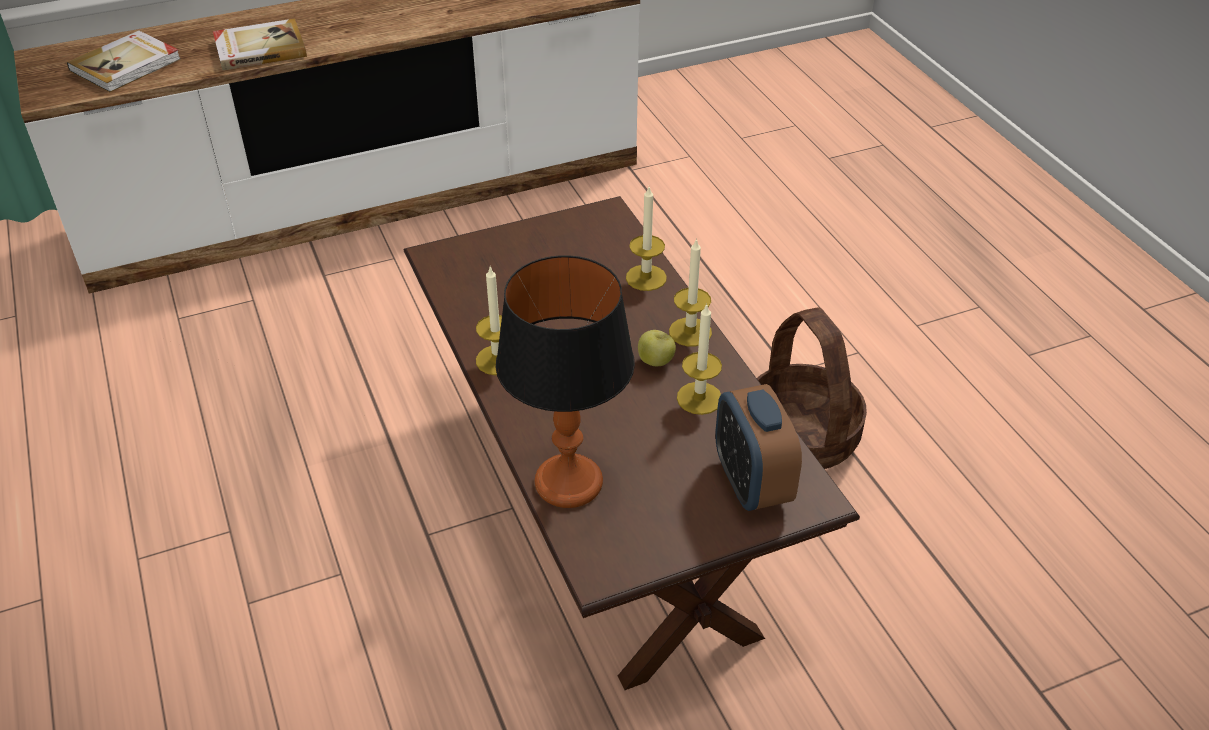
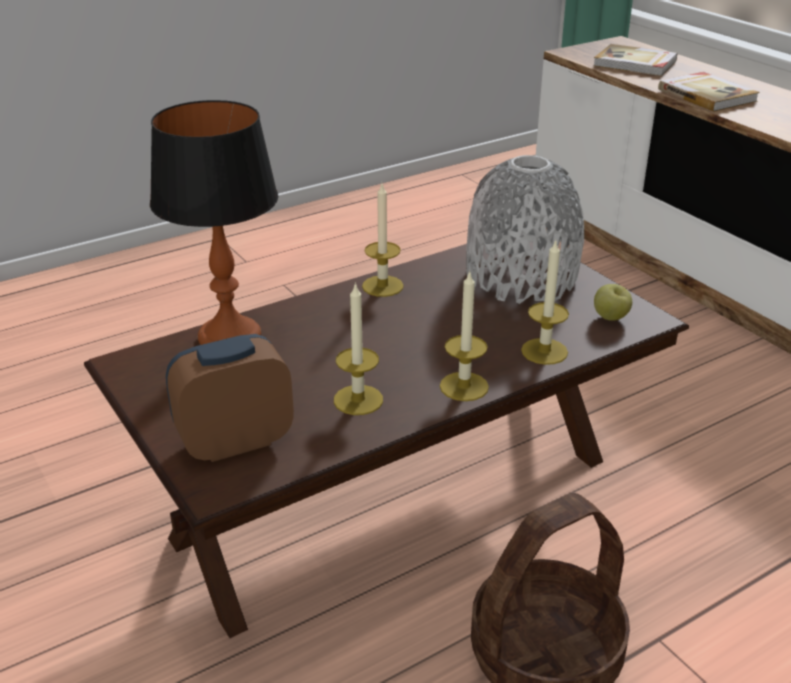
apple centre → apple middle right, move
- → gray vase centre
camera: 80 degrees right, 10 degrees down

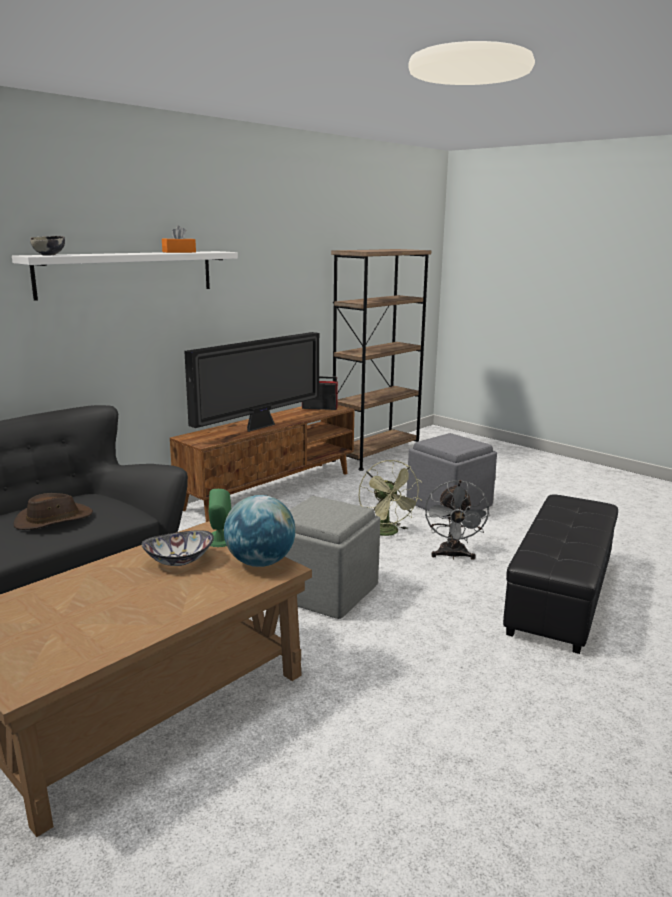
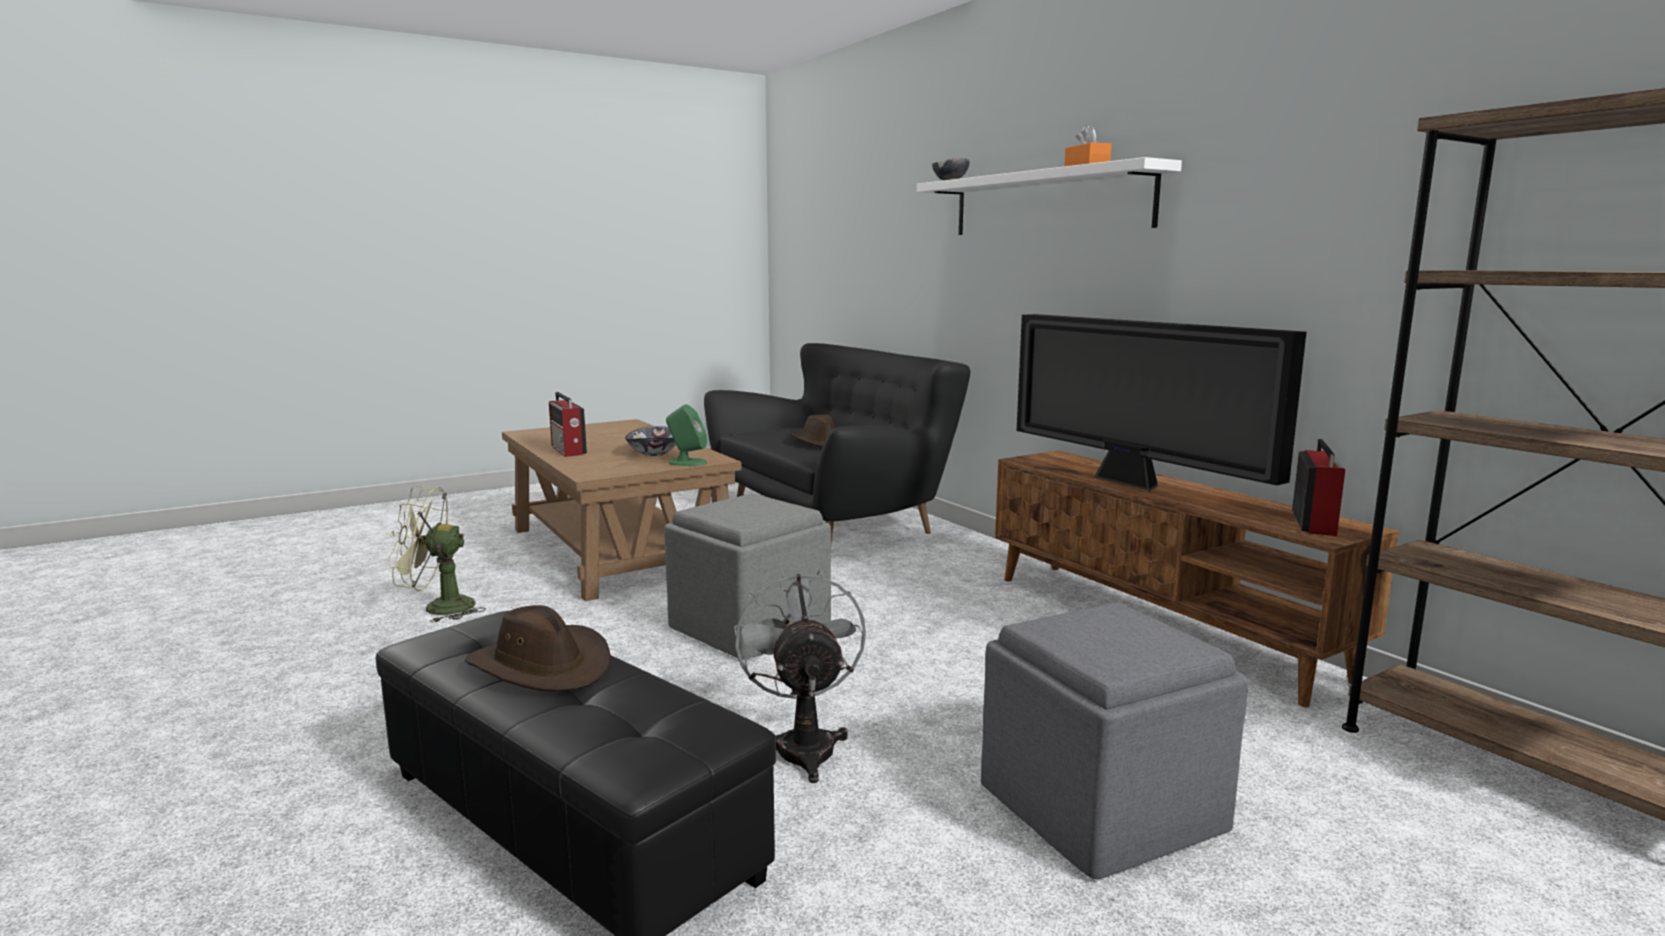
desk globe centre → -
green electric fan centre → green electric fan middle left, move
gray electric fan middle right → gray electric fan bottom centre, 60 degrees clockwise
- → brownish clothing hat (1st from left) bottom left
- → radio receiver (1st from left) centre
camera: 105 degrees right, 5 degrees down

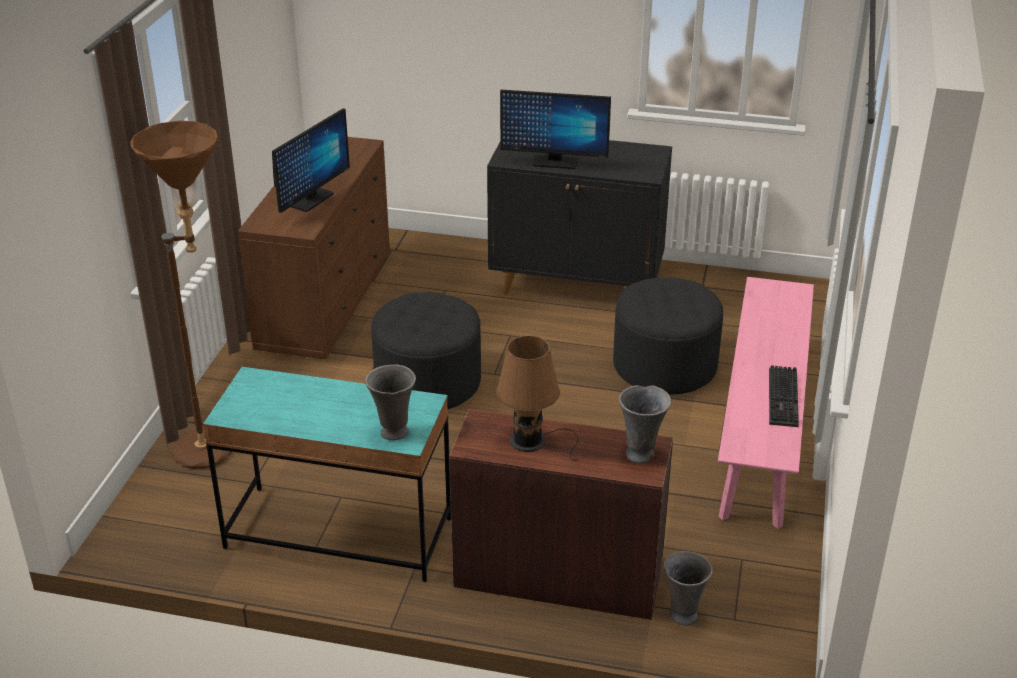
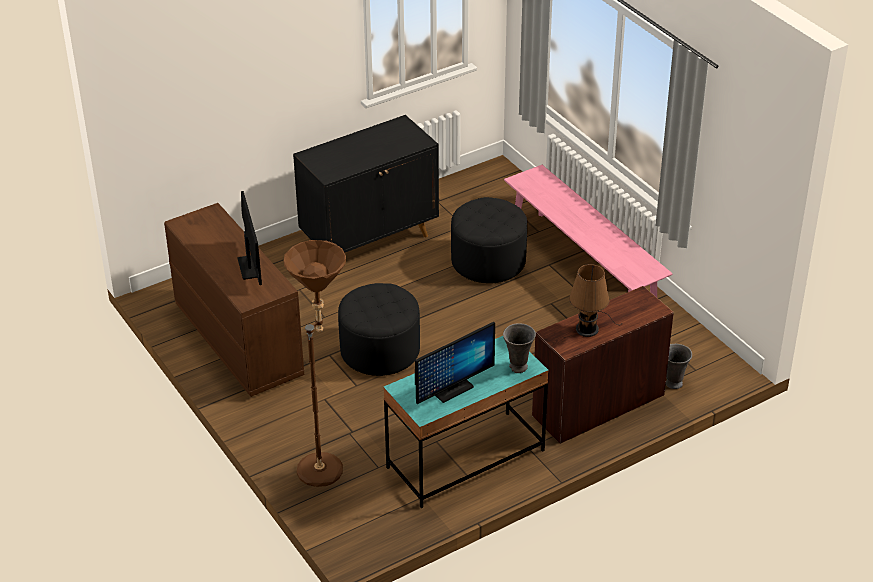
monitor (2nd from left) top centre → monitor (2nd from left) centre, move
gray vase (2nd from left) centre → -
keyboard middle right → -
camera: 45 degrees left, 5 degrees up

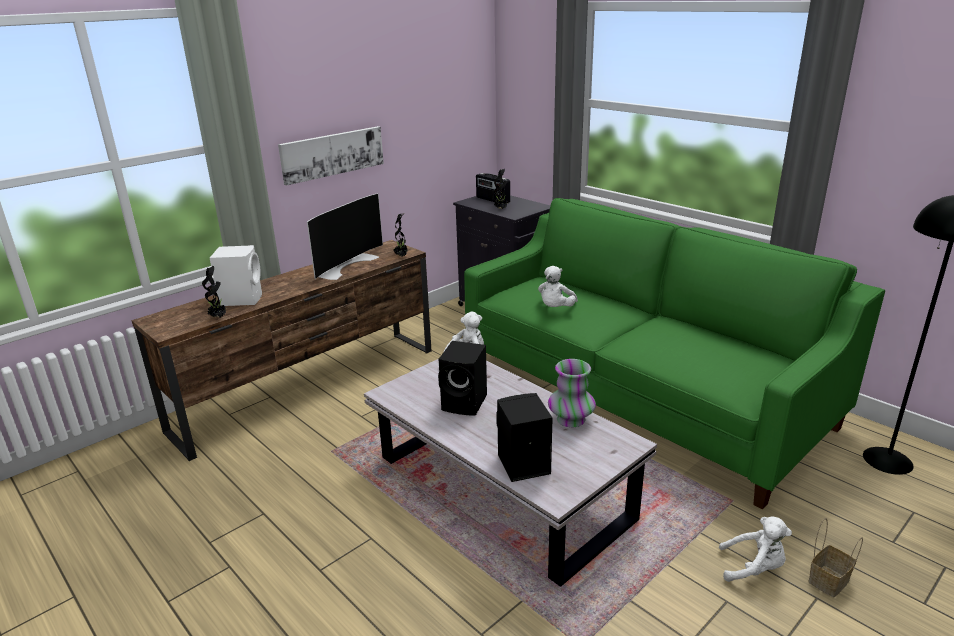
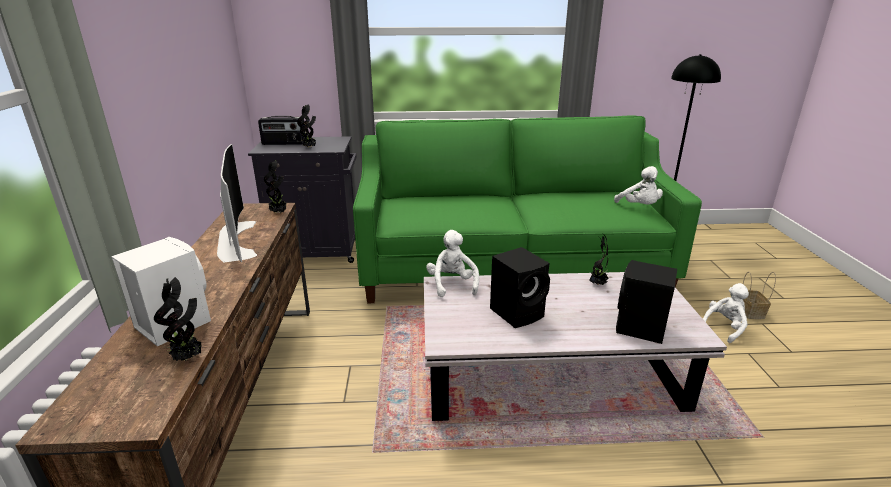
wall picture top centre → -
white-coloured cuddly toy (2nd from left) centre → white-coloured cuddly toy (2nd from left) middle right, move
vase centre → potted plant (4th from left) middle right
camera: 50 degrees left, 0 degrees up

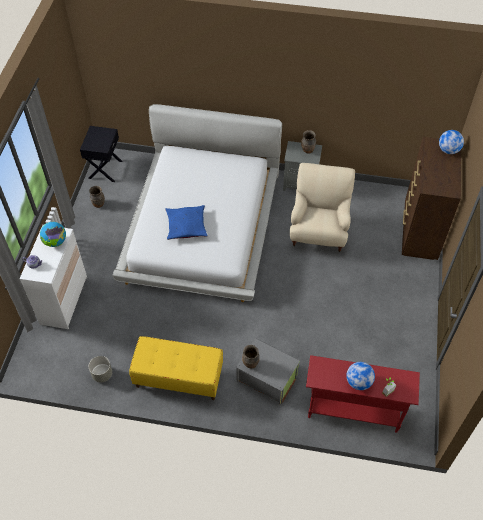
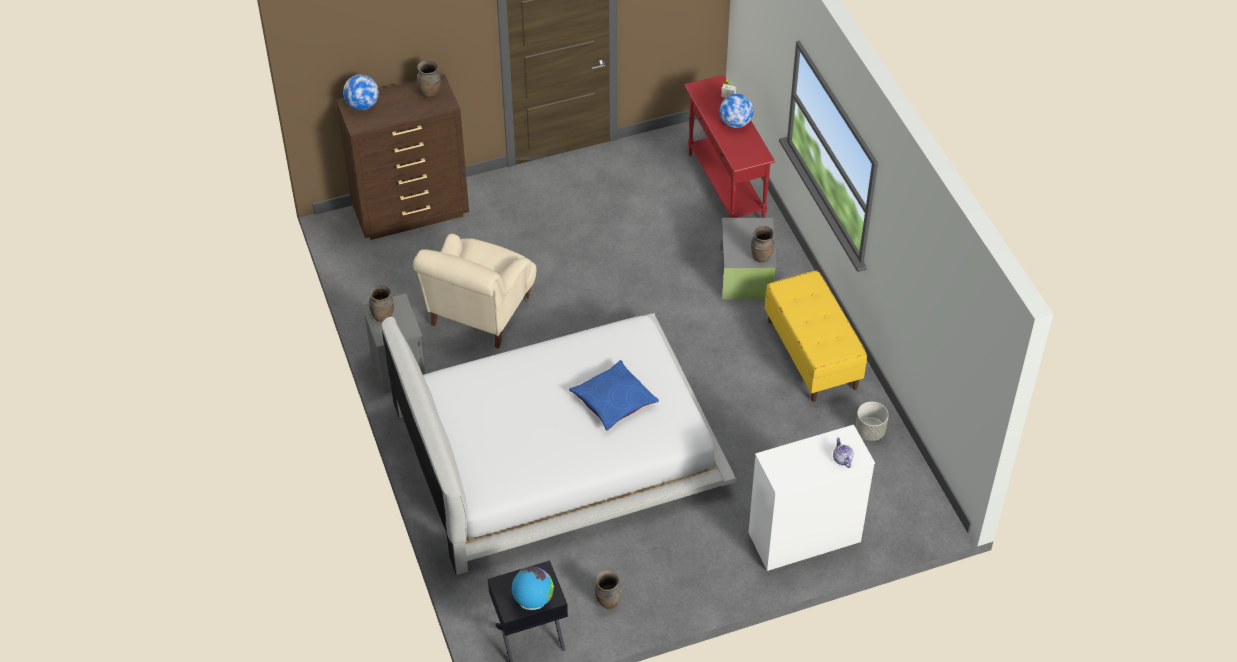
desk globe (1st from left in the first image) middle left → desk globe (2nd from left) bottom centre, move
beige-coloured armchair middle right → beige-coloured armchair centre, 45 degrees counterclockwise
- → brownish vase (2nd from left) top centre
camera: 120 degrees left, 5 degrees down

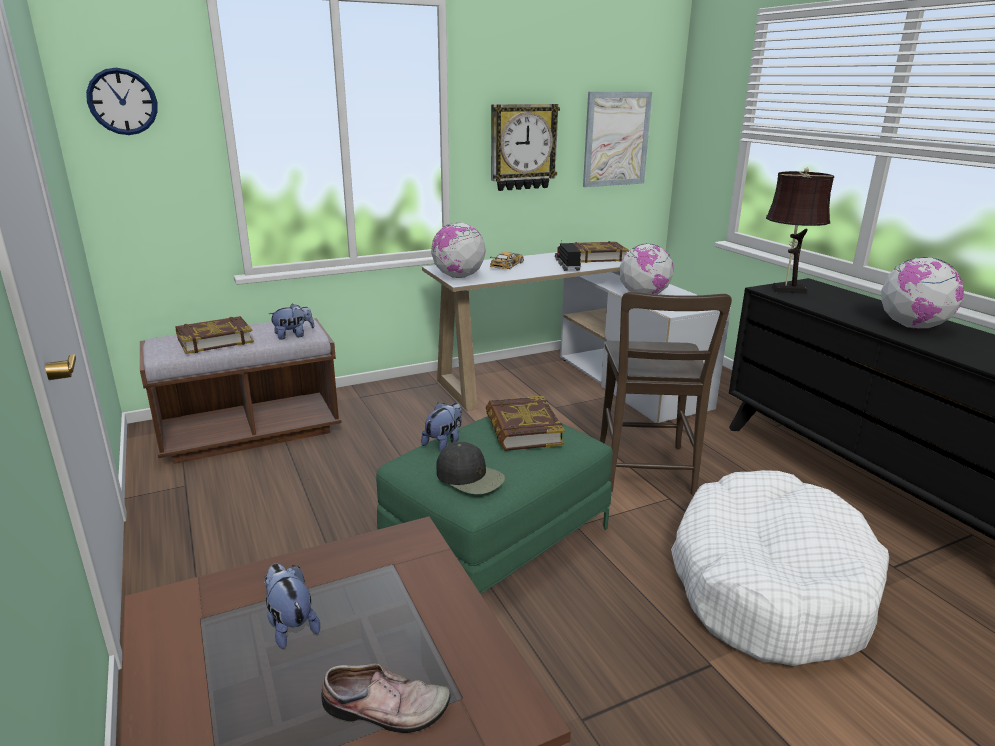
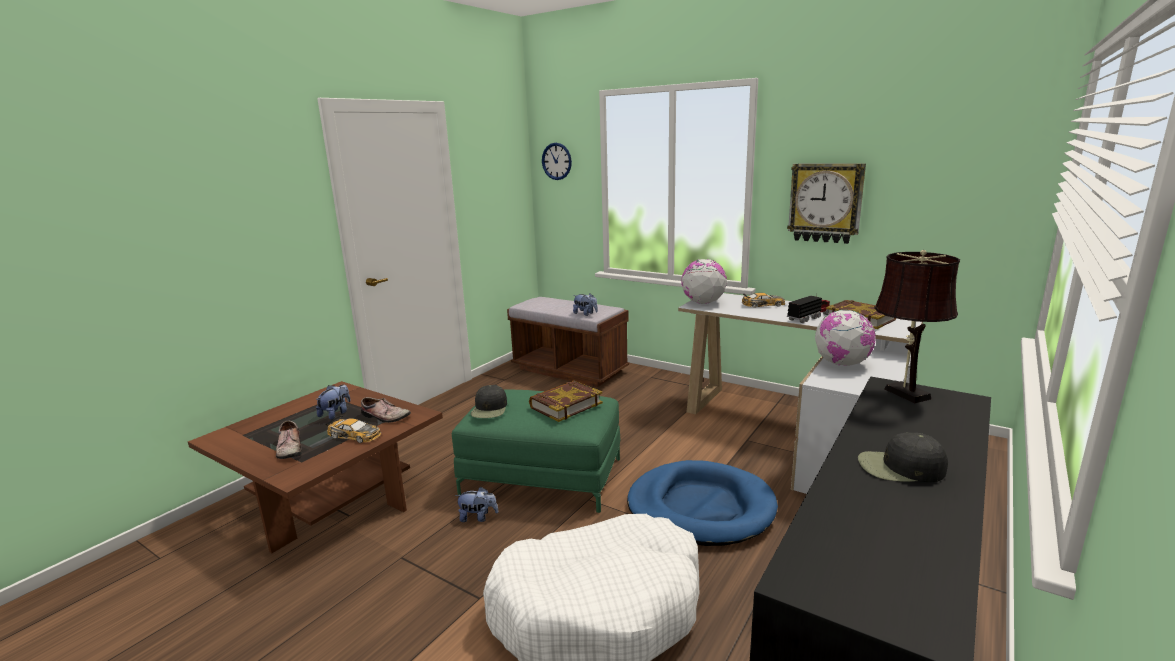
bound book (1st from left) middle left → -
cuddly toy (3rd from left in the first image) centre → cuddly toy (2nd from left) bottom centre, move
wall picture top centre → -
brownish chair middle right → blue-coloured dog bed bottom centre
desk globe (3rd from left) middle right → black baseball cap (2nd from left) bottom right
- → miniature car (1st from left) middle left
- → low shoe (2nd from left) middle left
camera: 60 degrees right, 5 degrees down

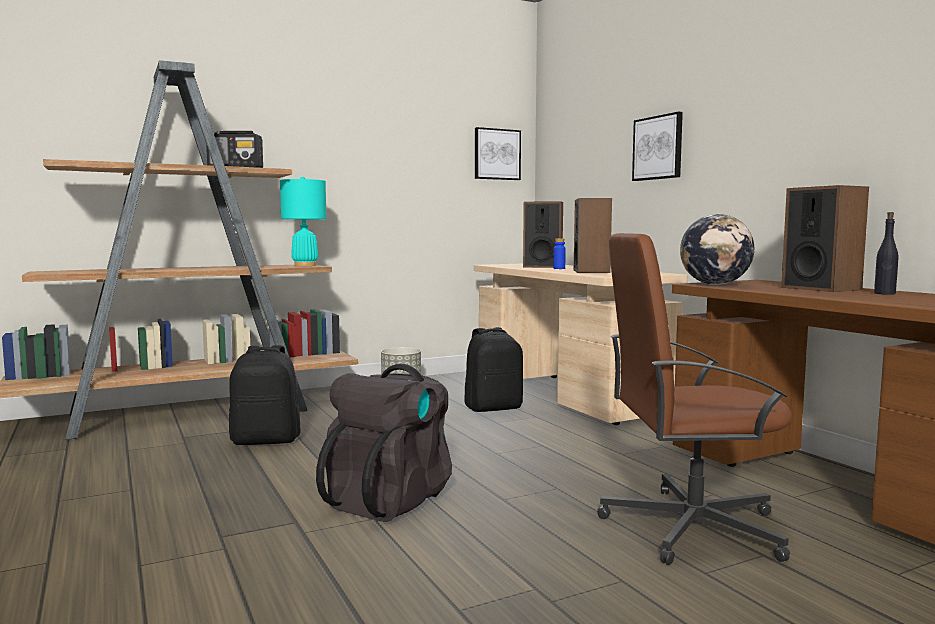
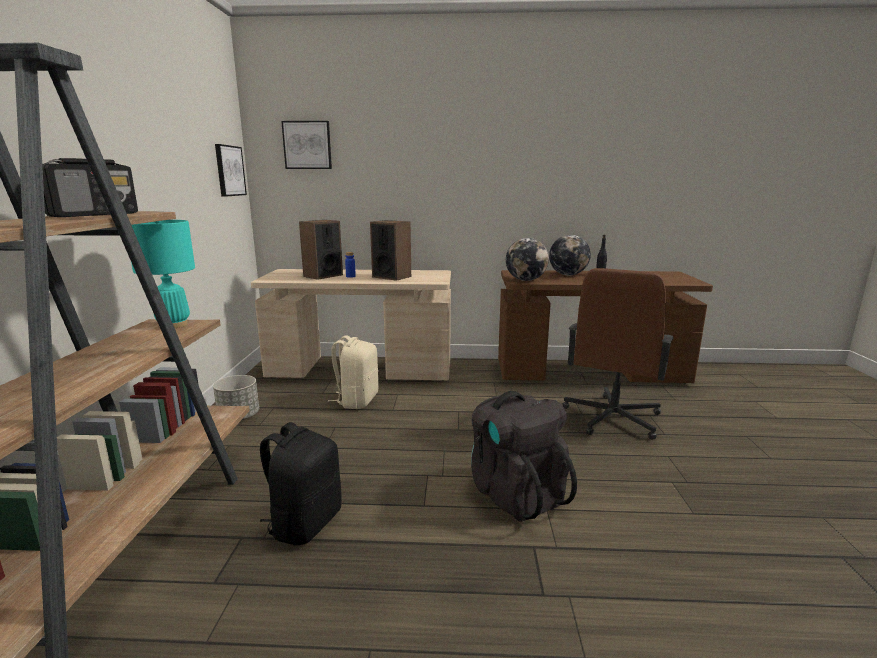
black knapsack (3rd from left) centre → beige-coloured knapsack centre
wall picture (2nd from left) top right → wall picture (2nd from left) top centre, move
loudspeaker (3rd from left) middle right → desk globe (2nd from left) centre
camera: 60 degrees left, 10 degrees up

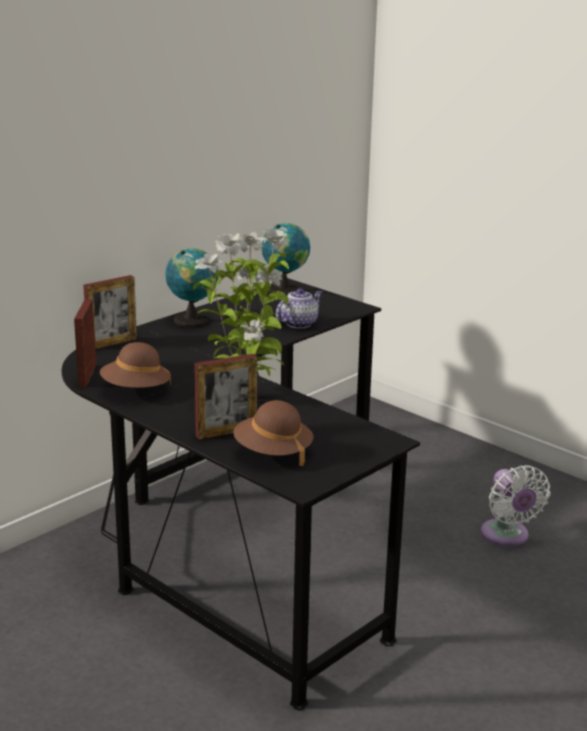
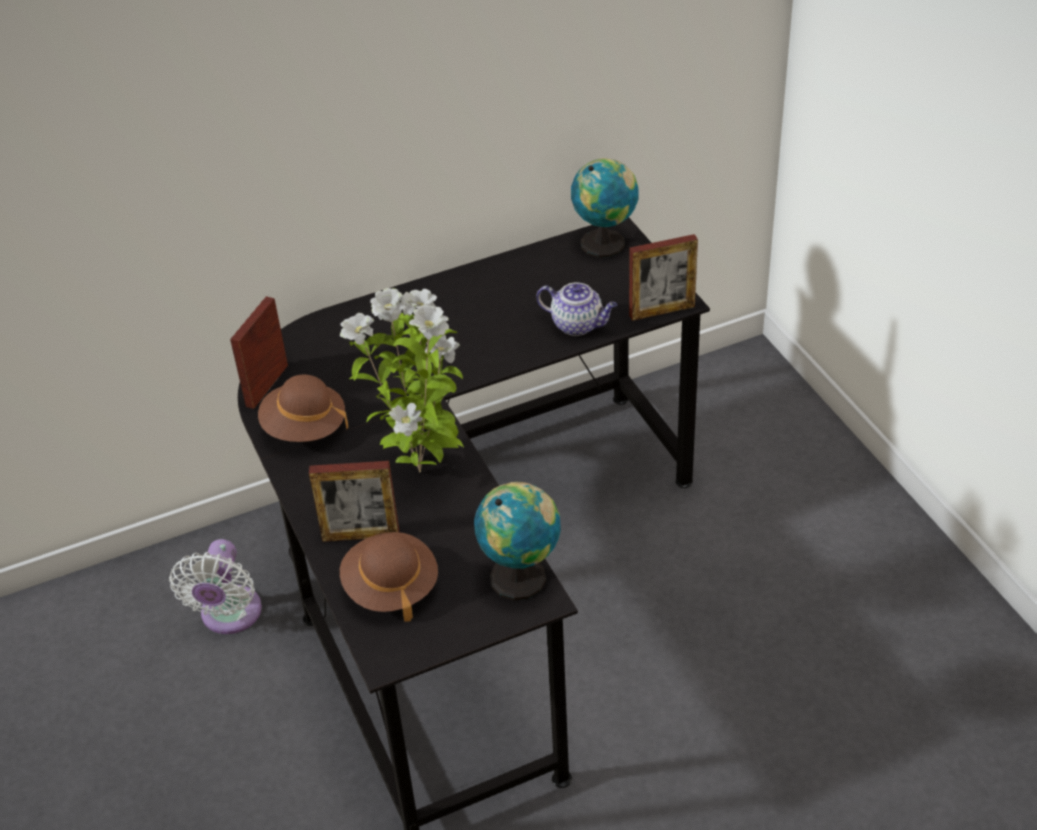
standing frame (2nd from left in the first image) middle left → standing frame (3rd from left) centre, move
desk globe (1st from left) middle left → desk globe (1st from left) centre, move
tea pot centre, 45 degrees clockwise
white-coloured electric fan bottom right → white-coloured electric fan bottom left, move
camera: 25 degrees right, 20 degrees up

